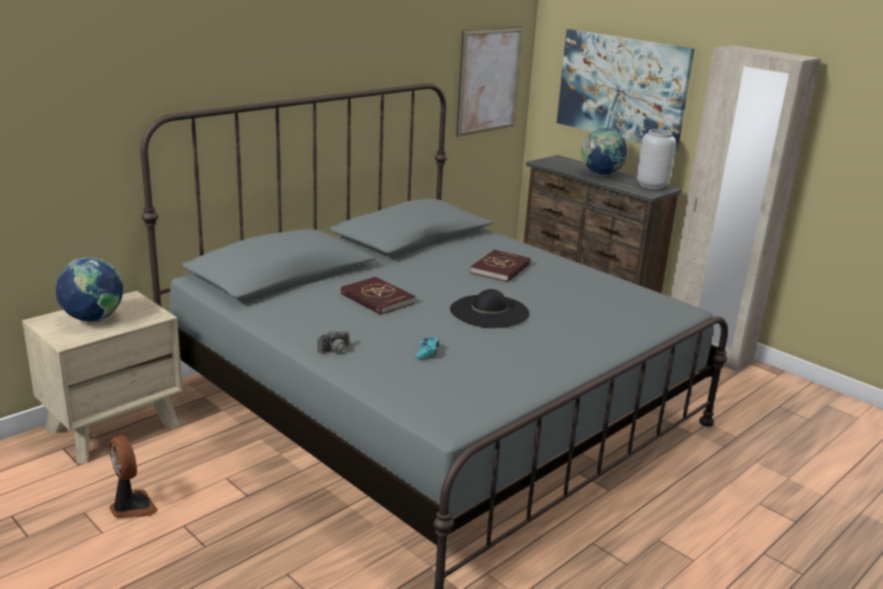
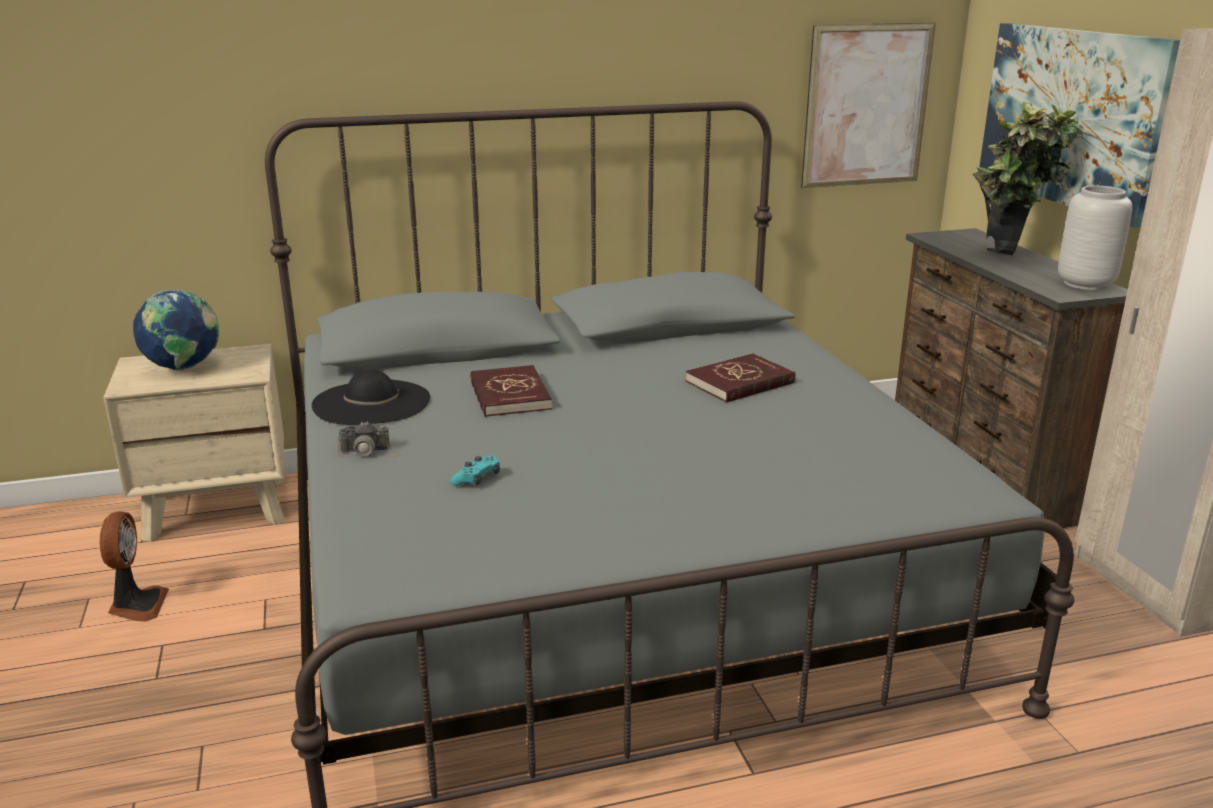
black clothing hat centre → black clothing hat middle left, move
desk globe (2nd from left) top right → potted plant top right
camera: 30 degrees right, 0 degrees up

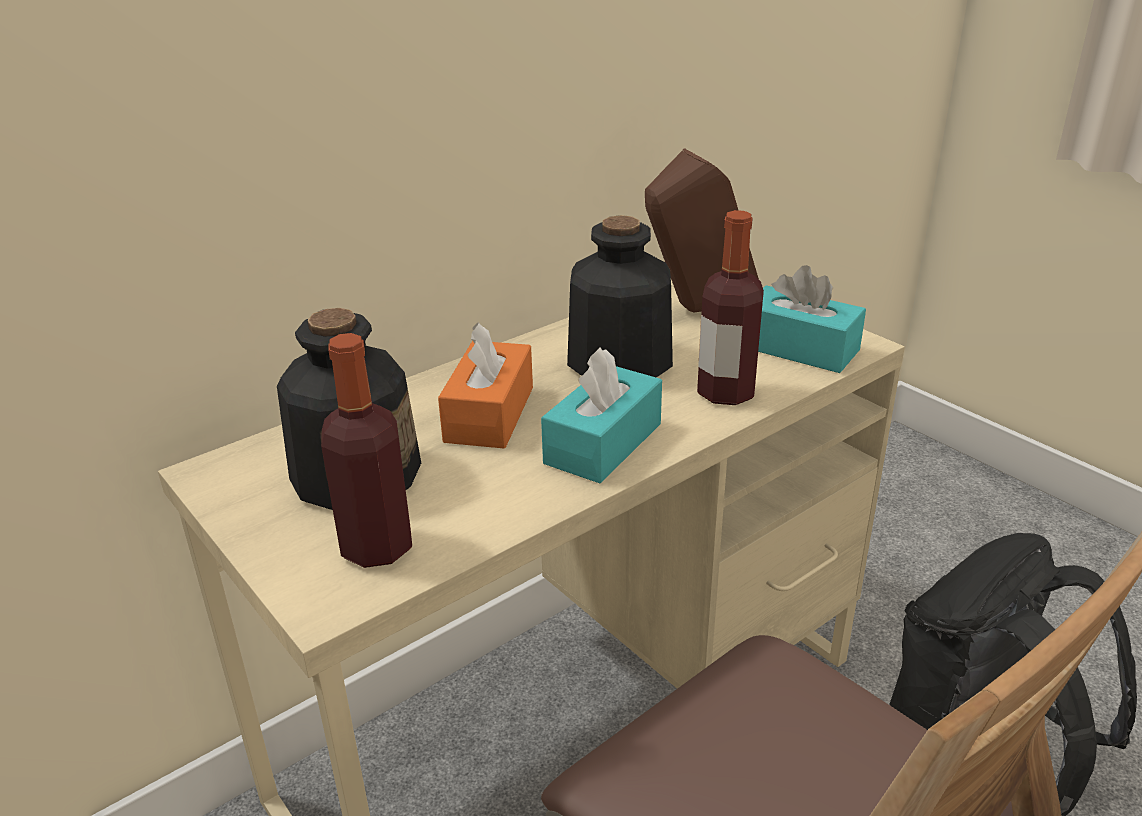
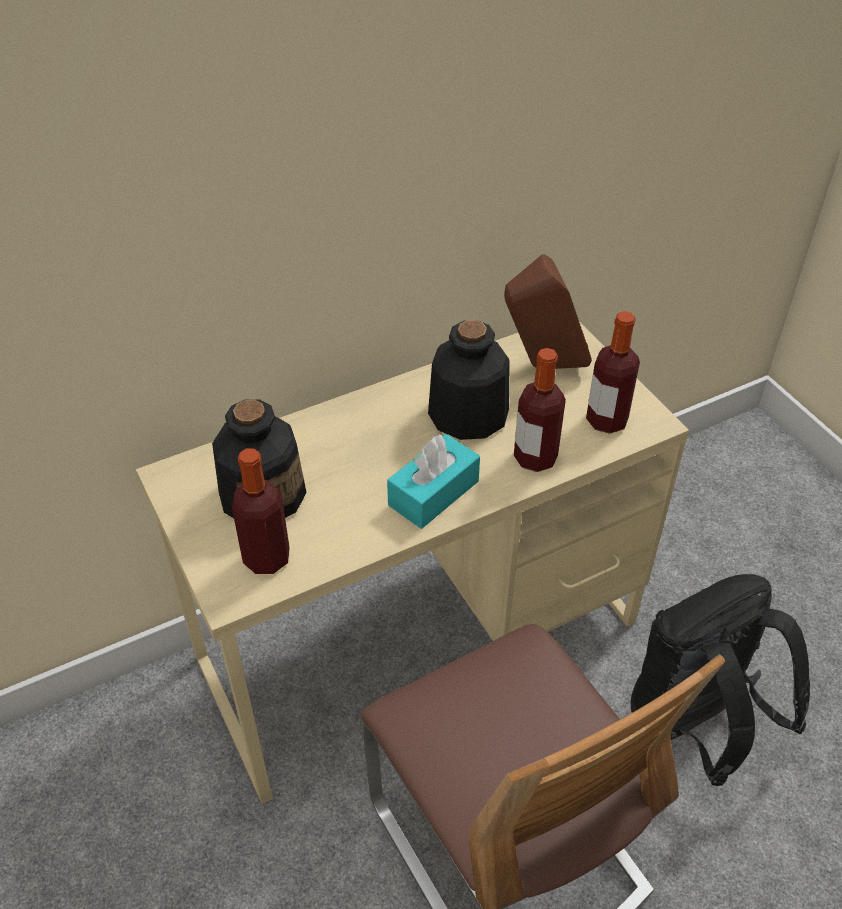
orange-coloured tissue holder centre → -
turquoise tissue holder (2nd from left) middle right → beverage bottle (5th from left) middle right
camera: 10 degrees right, 15 degrees up

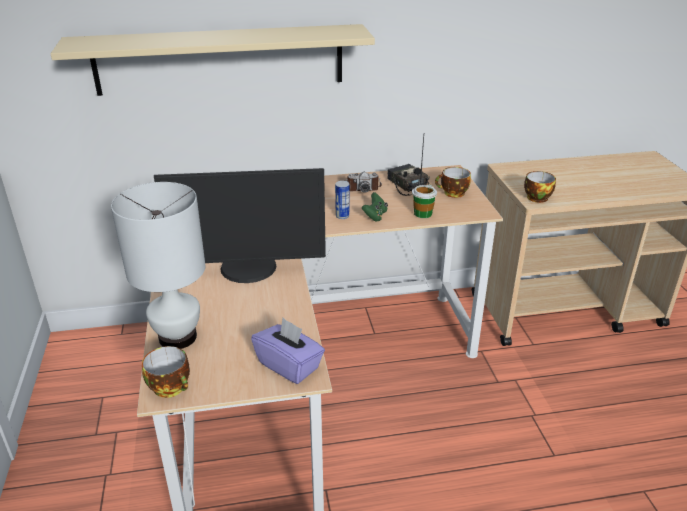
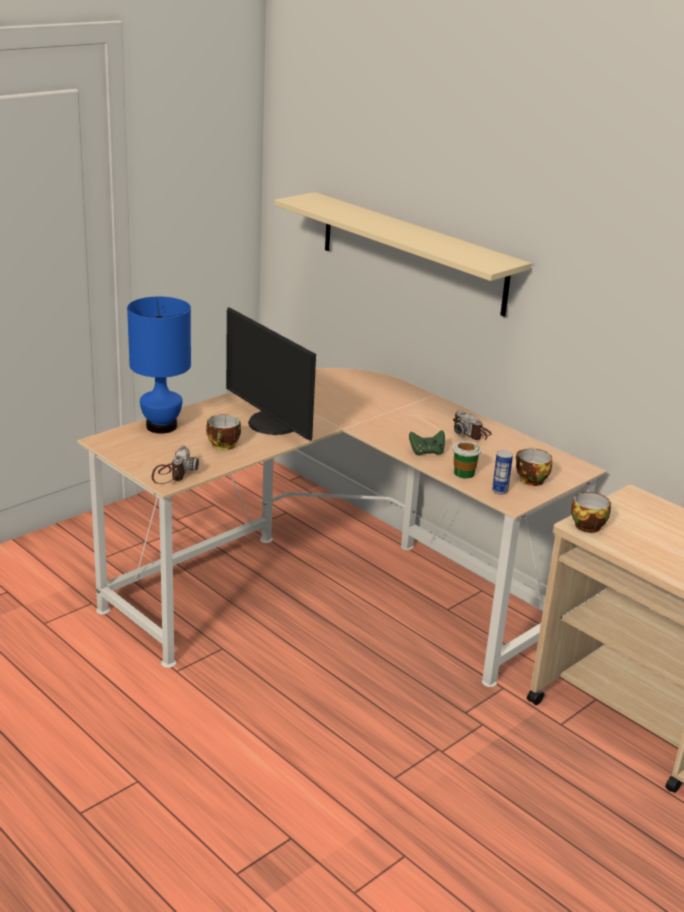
white-coloured tabletop lamp middle left → blue-coloured tabletop lamp middle left
drinking cup (1st from left) bottom left → drinking cup (1st from left) middle left, move
purple tissue holder bottom centre → still camera (1st from left) middle left
sealed can centre → sealed can middle right, move
radio receiver top centre → -
camera: 55 degrees right, 5 degrees down

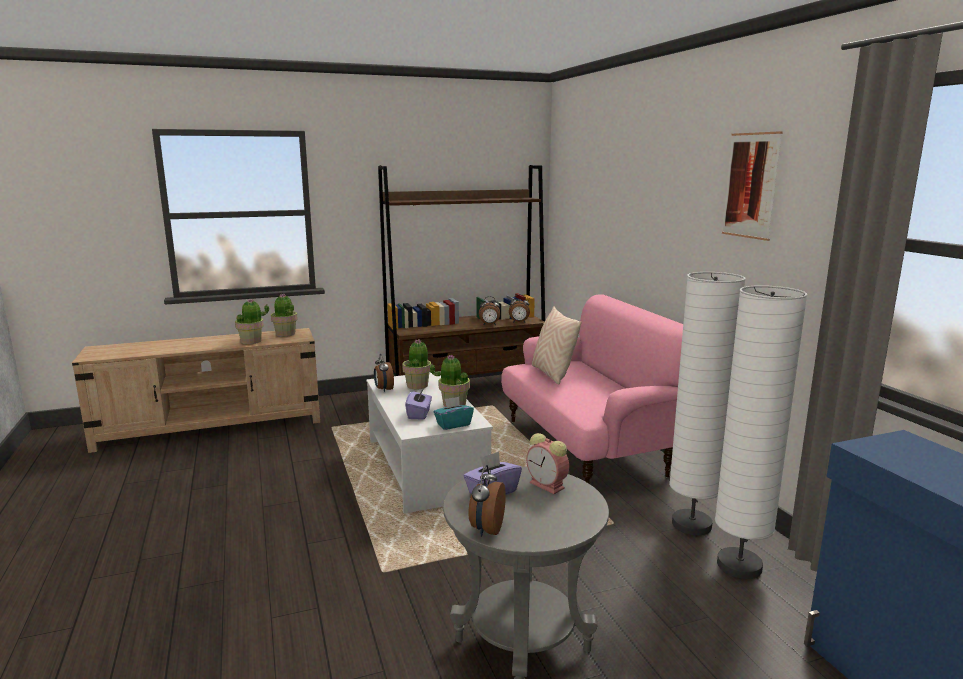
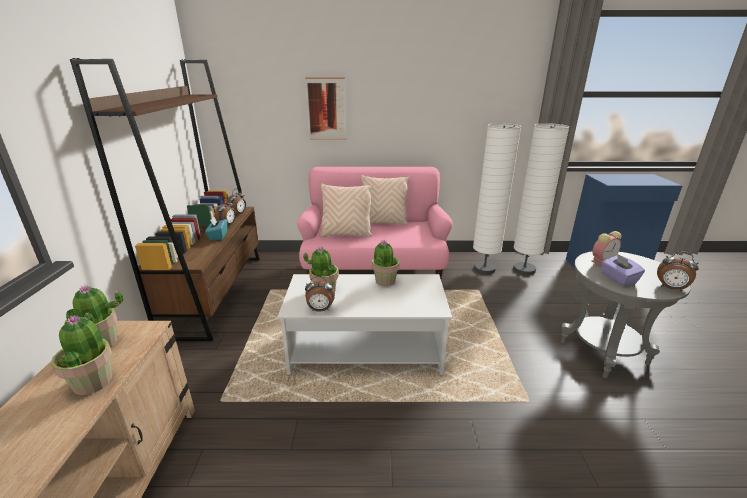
purple tissue holder (1st from left) centre → -
turquoise tissue holder centre → turquoise tissue holder middle left, move
wall picture top right → wall picture top centre, move
- → beige-coloured cushion (2nd from left) centre
camera: 70 degrees left, 10 degrees up

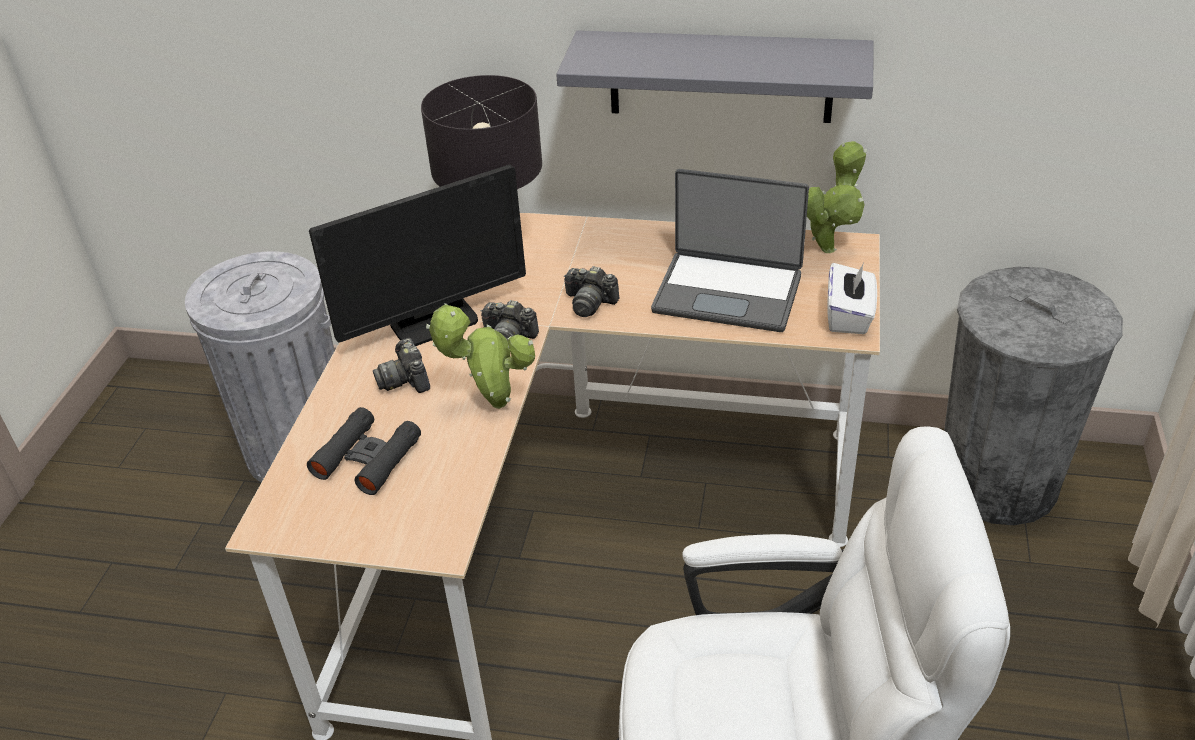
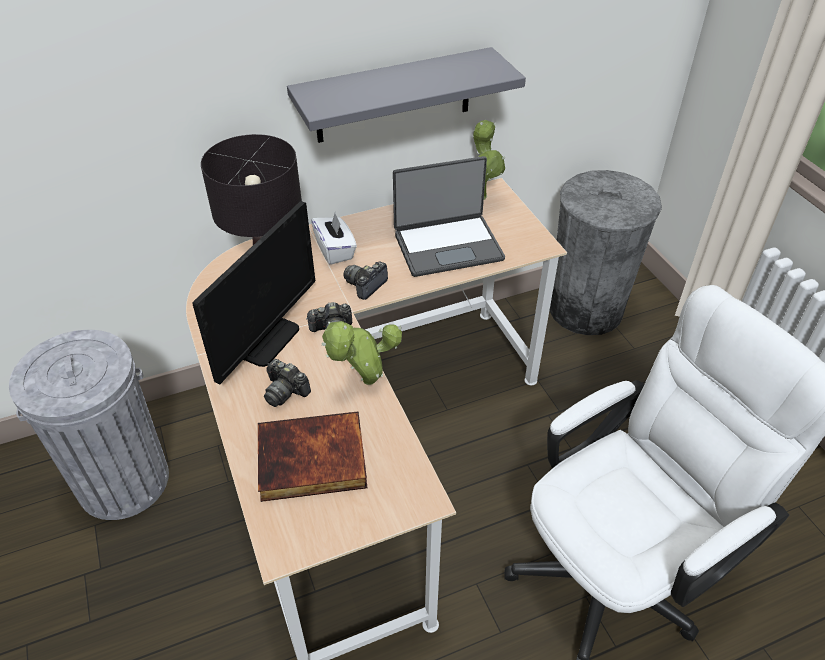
black pair of binoculars middle left → bound book bottom centre
still camera (3rd from left) centre, 135 degrees clockwise
white-coloured tissue holder middle right → white-coloured tissue holder centre, move
camera: 35 degrees left, 5 degrees up

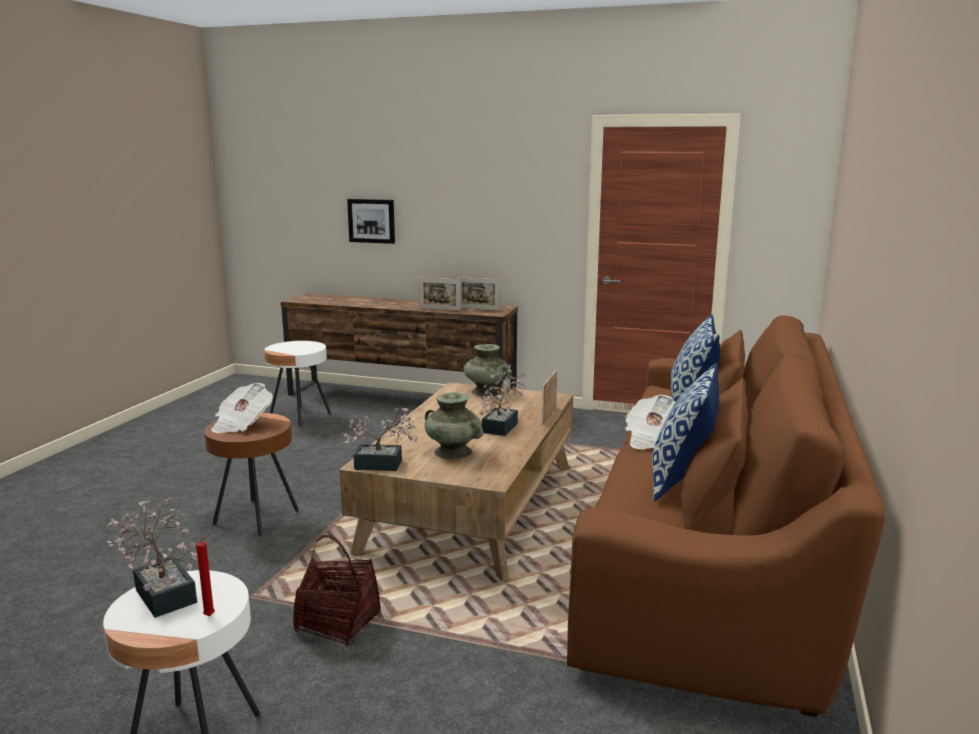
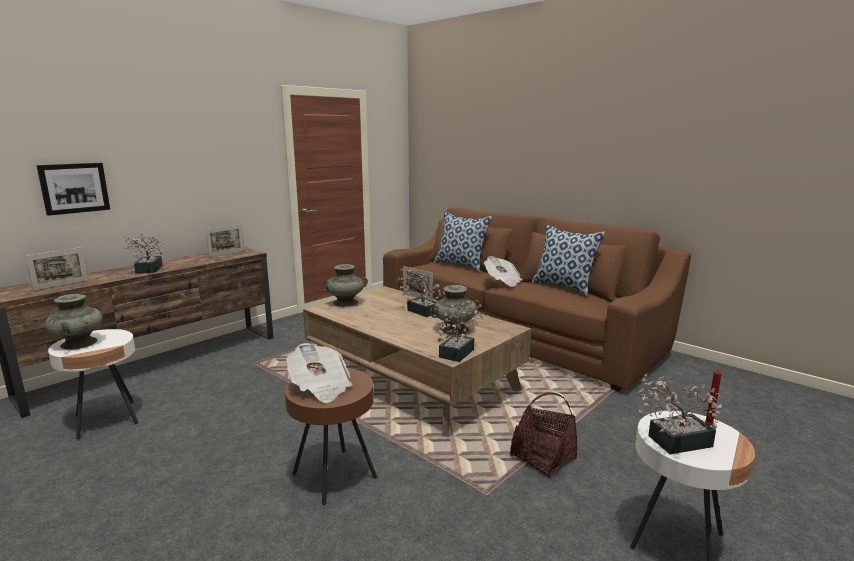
standing frame (1st from left) centre → standing frame (1st from left) middle left, move
- → turquoise vase (1st from left) middle left
- → potted plant (1st from left) middle left
camera: 65 degrees left, 0 degrees up

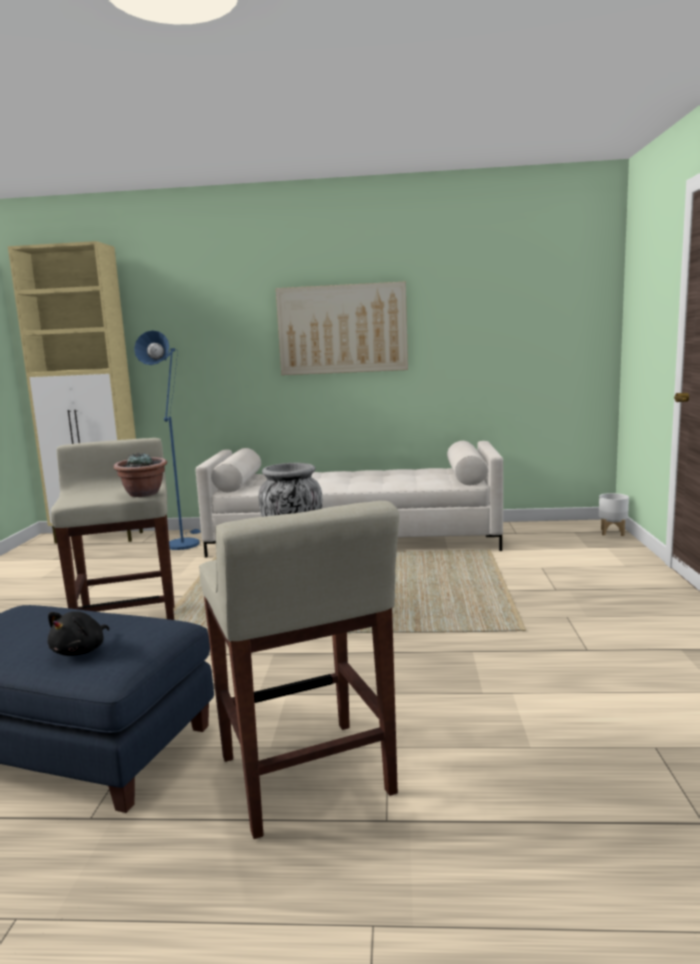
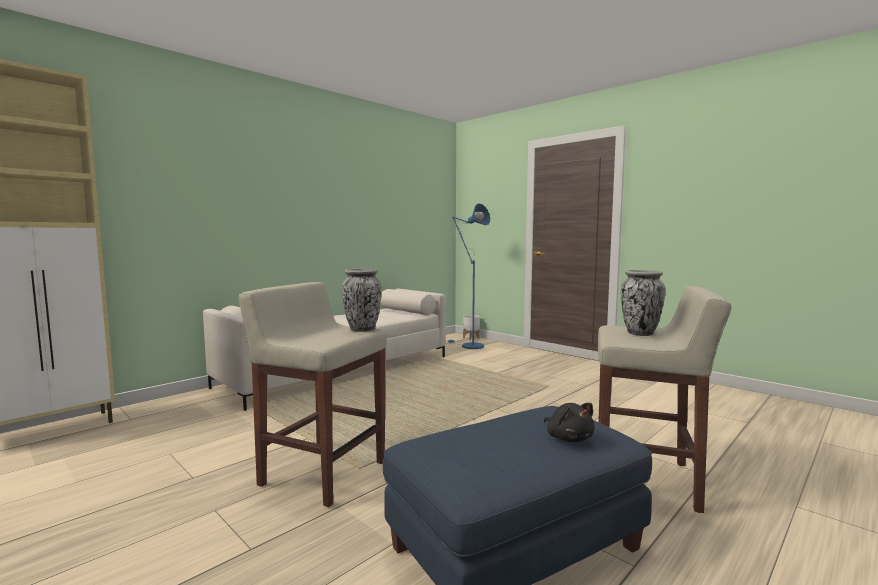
potted plant middle left → vase (1st from left) centre
blue-coloured standing lamp middle left → blue-coloured standing lamp centre, move
wall picture centre → -
camera: 50 degrees left, 5 degrees down

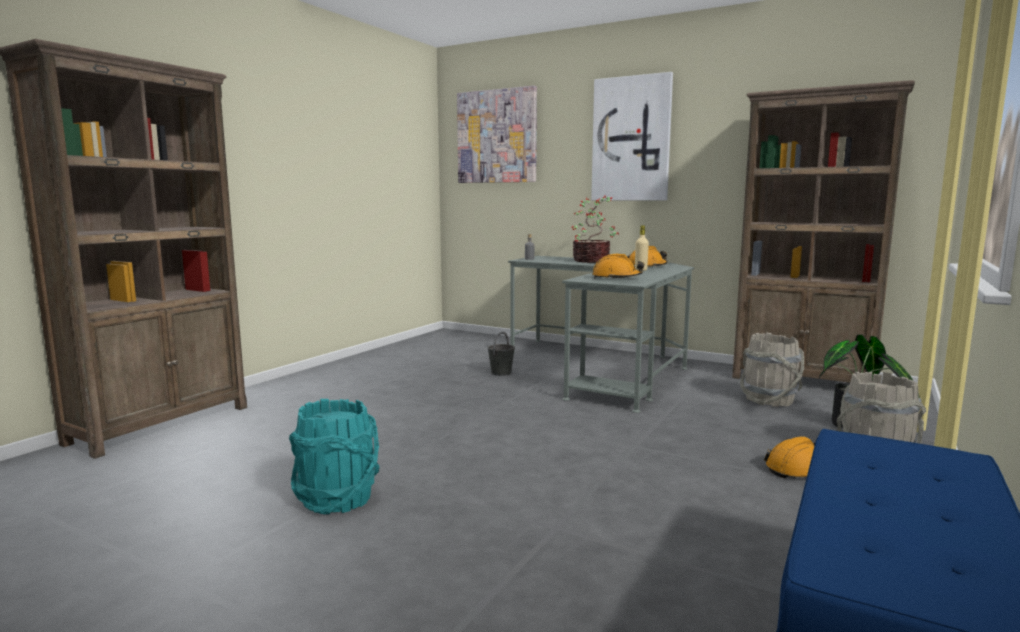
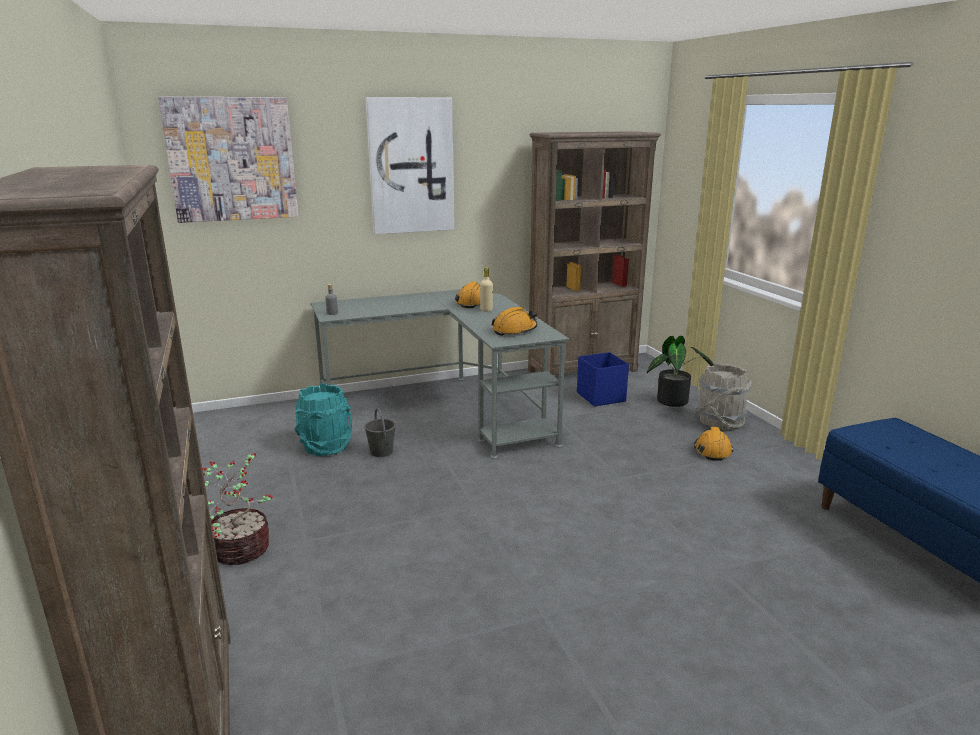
turquoise water bucket bottom left → turquoise water bucket middle left, move
potted plant (1st from left) centre → potted plant (1st from left) bottom left, move
gray water bucket (2nd from left) middle right → blue-coloured storage bin centre
camera: 50 degrees left, 10 degrees up

